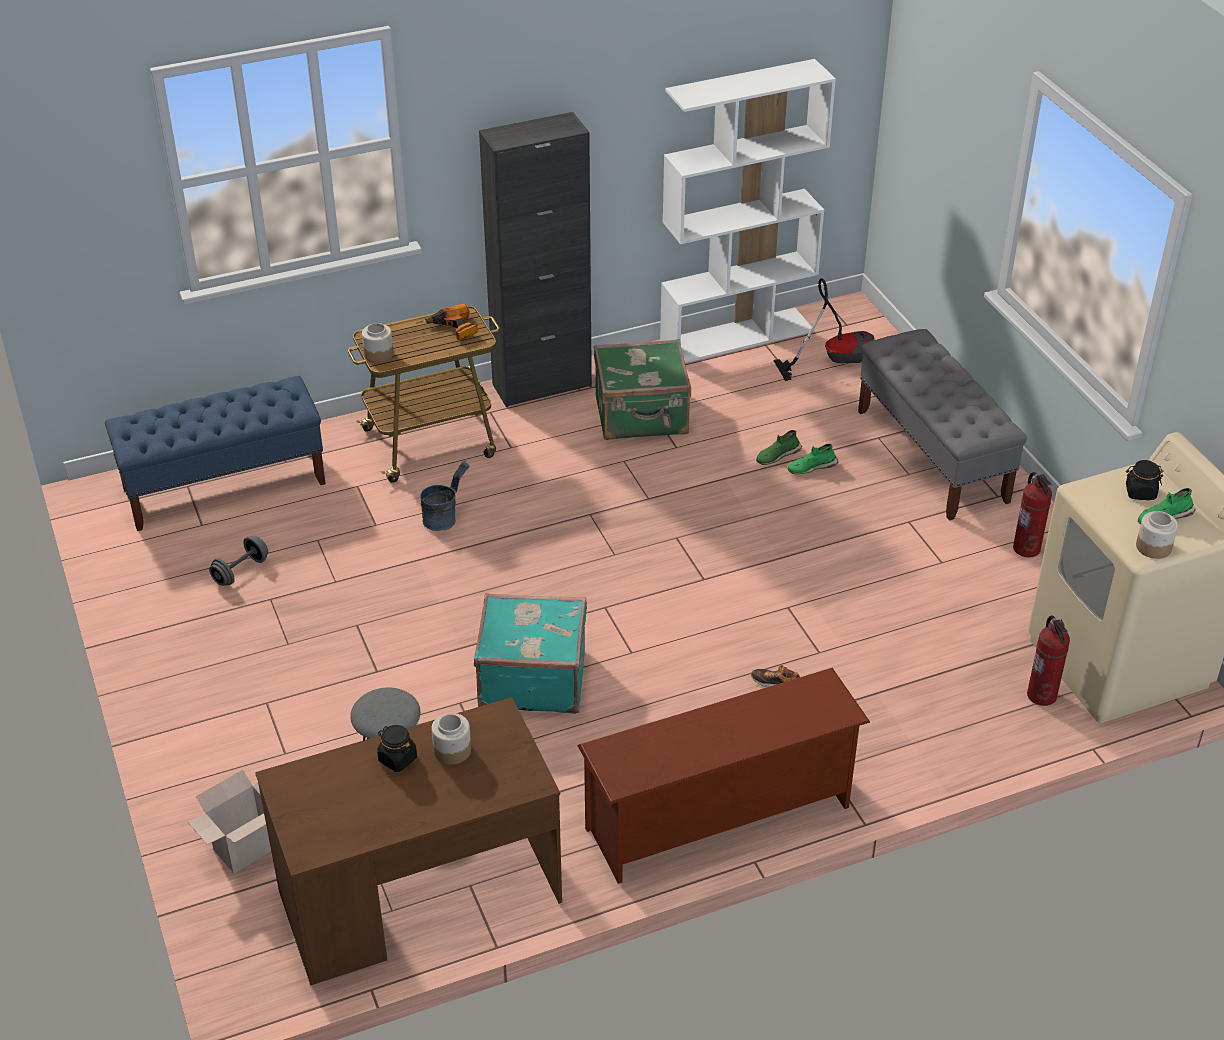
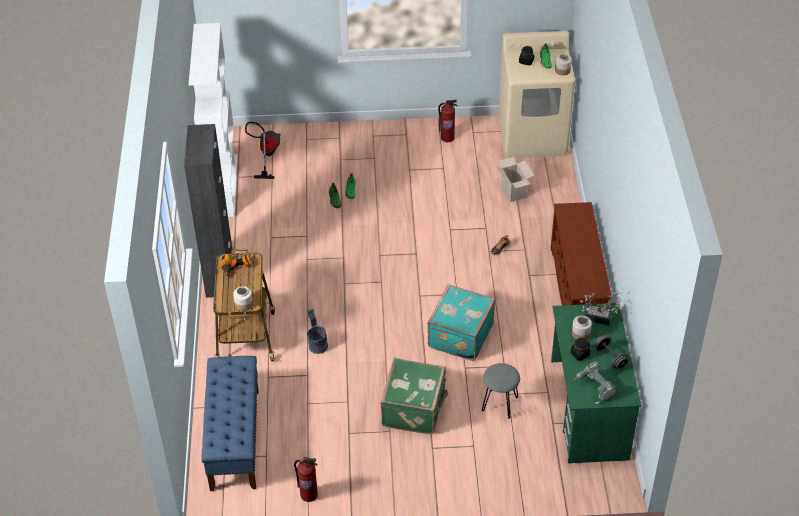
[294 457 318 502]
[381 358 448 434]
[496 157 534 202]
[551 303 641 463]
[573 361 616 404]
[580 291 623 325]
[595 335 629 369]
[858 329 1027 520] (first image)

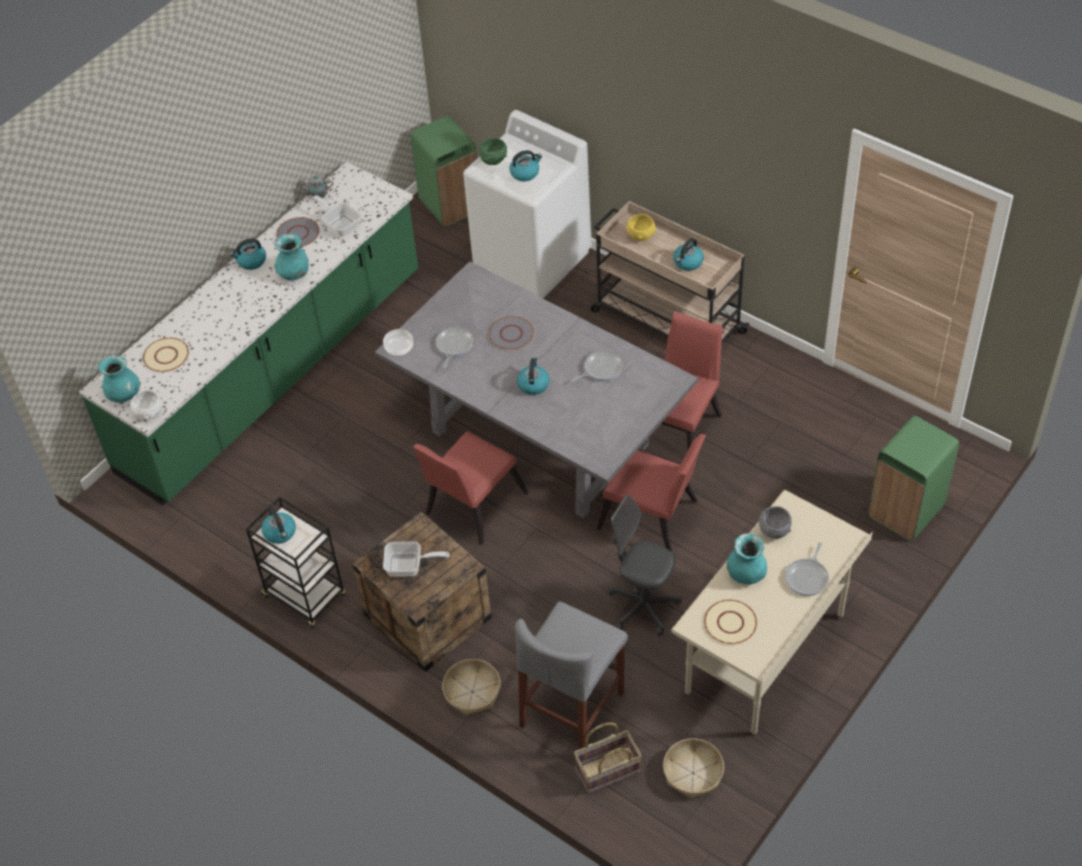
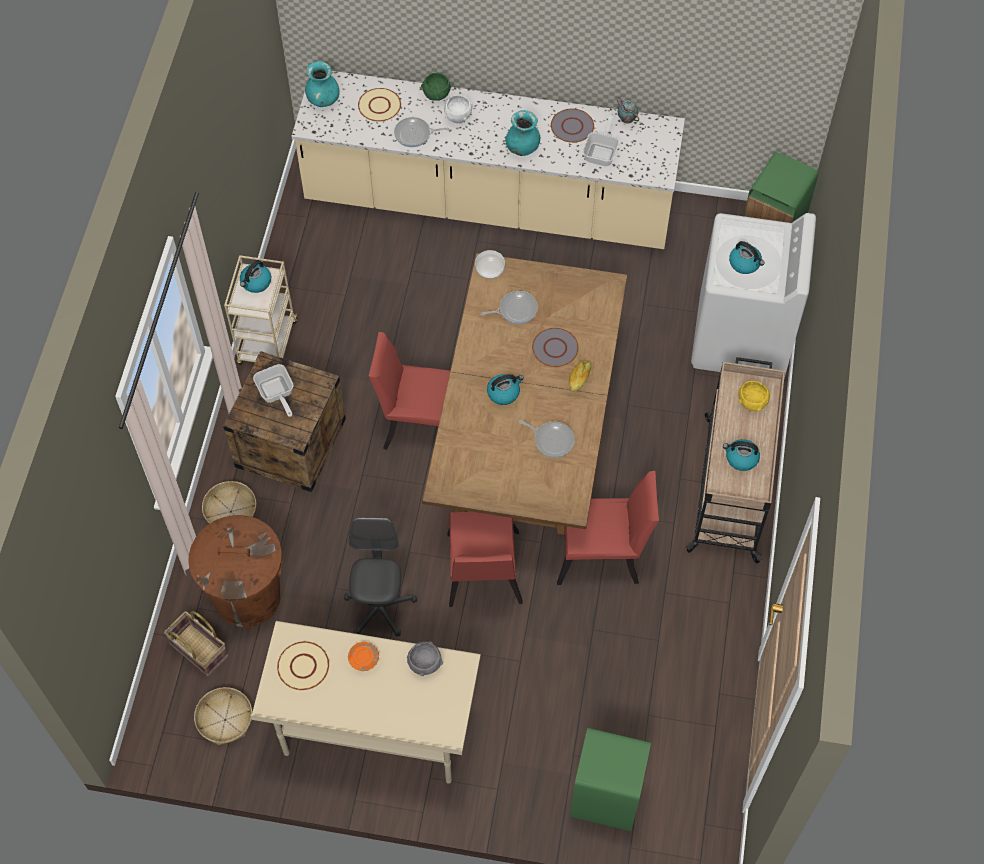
[188 515 283 627]
[224 255 298 365]
[292 71 685 249]
[348 642 379 671]
[394 117 449 147]
[421 73 451 101]
[422 253 627 535]
[444 95 473 123]
[569 360 592 392]
[230 238 266 270] (first image)

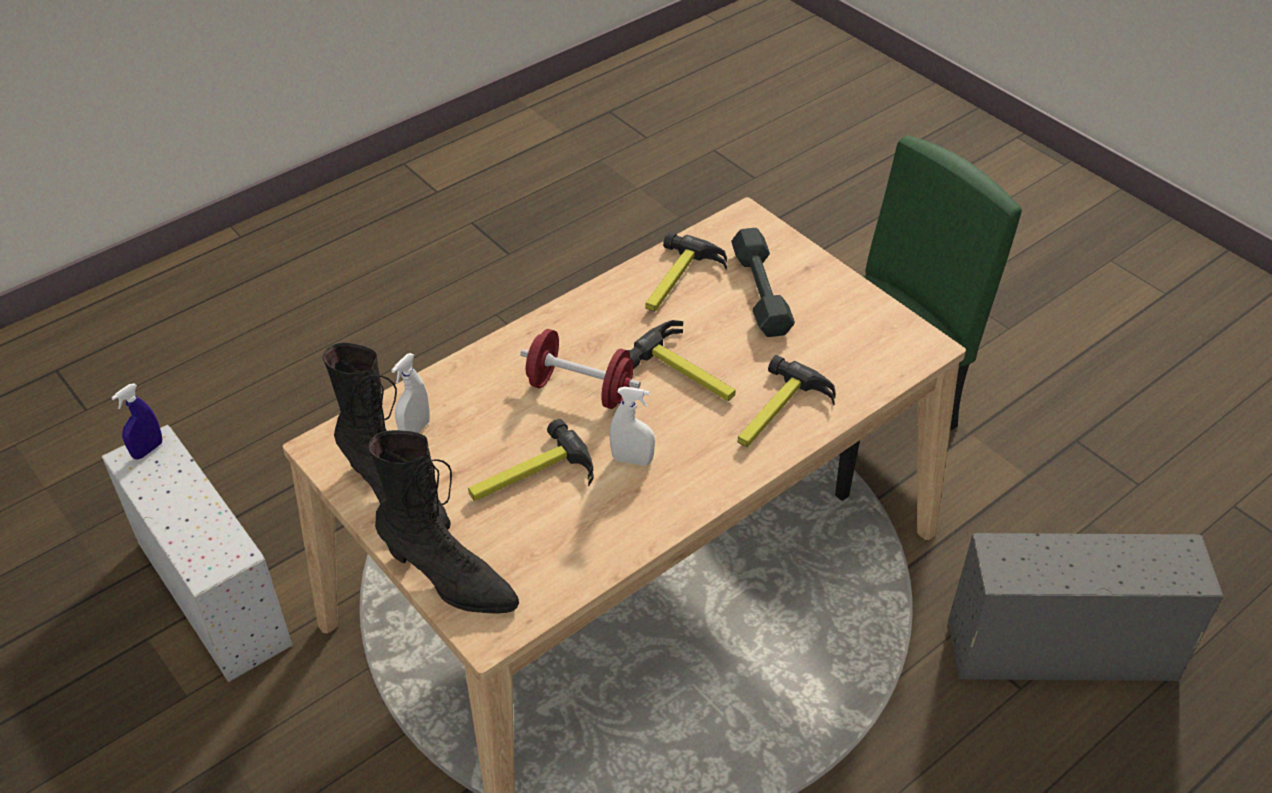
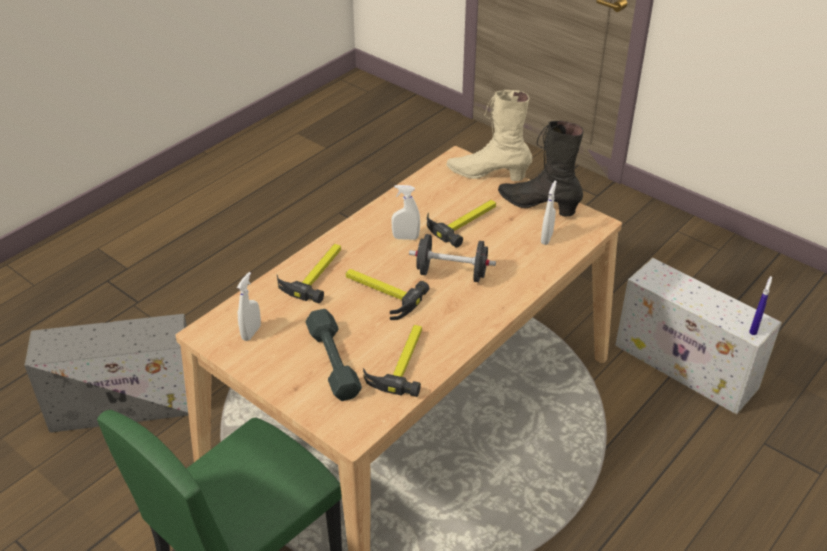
[237 272 261 341]
[409 234 496 282]
[446 90 532 181]

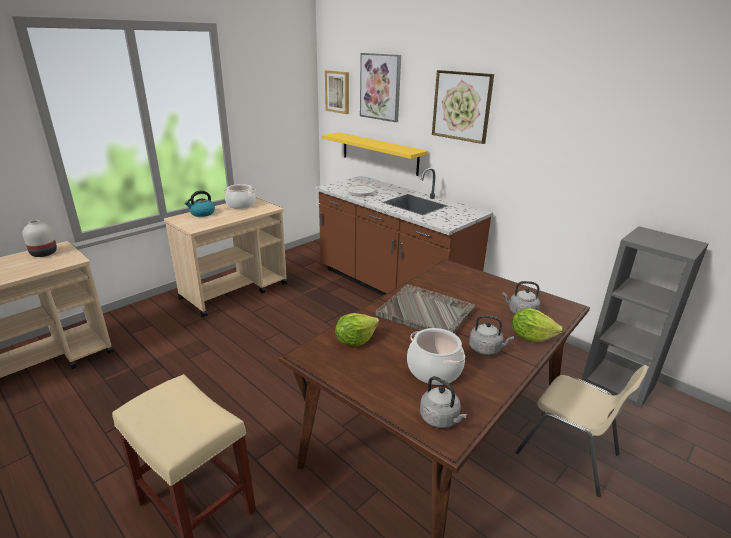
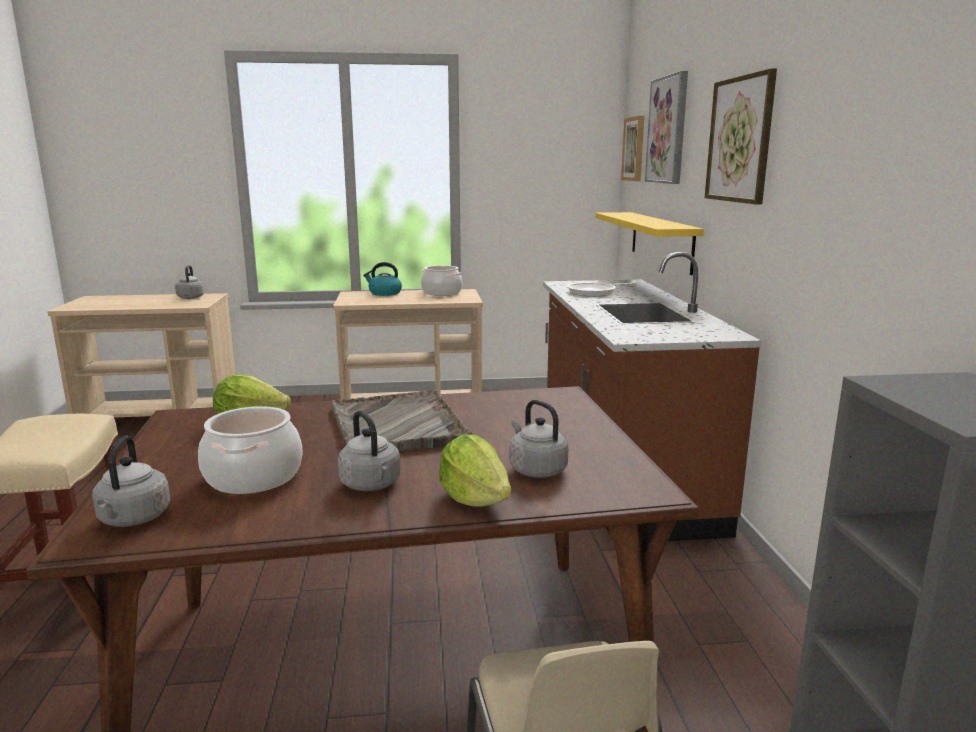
[175 265 204 299]

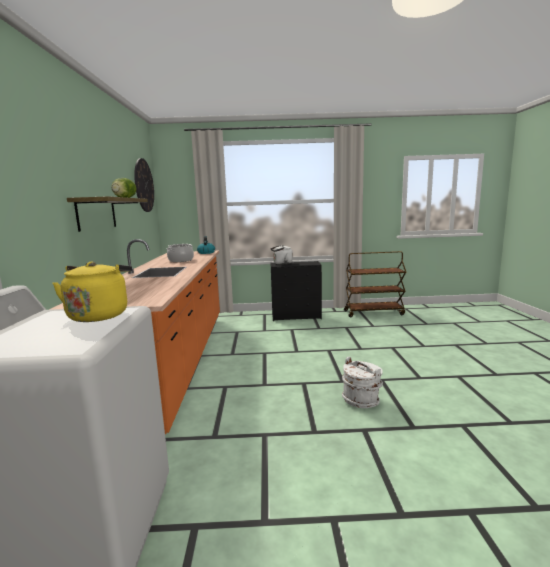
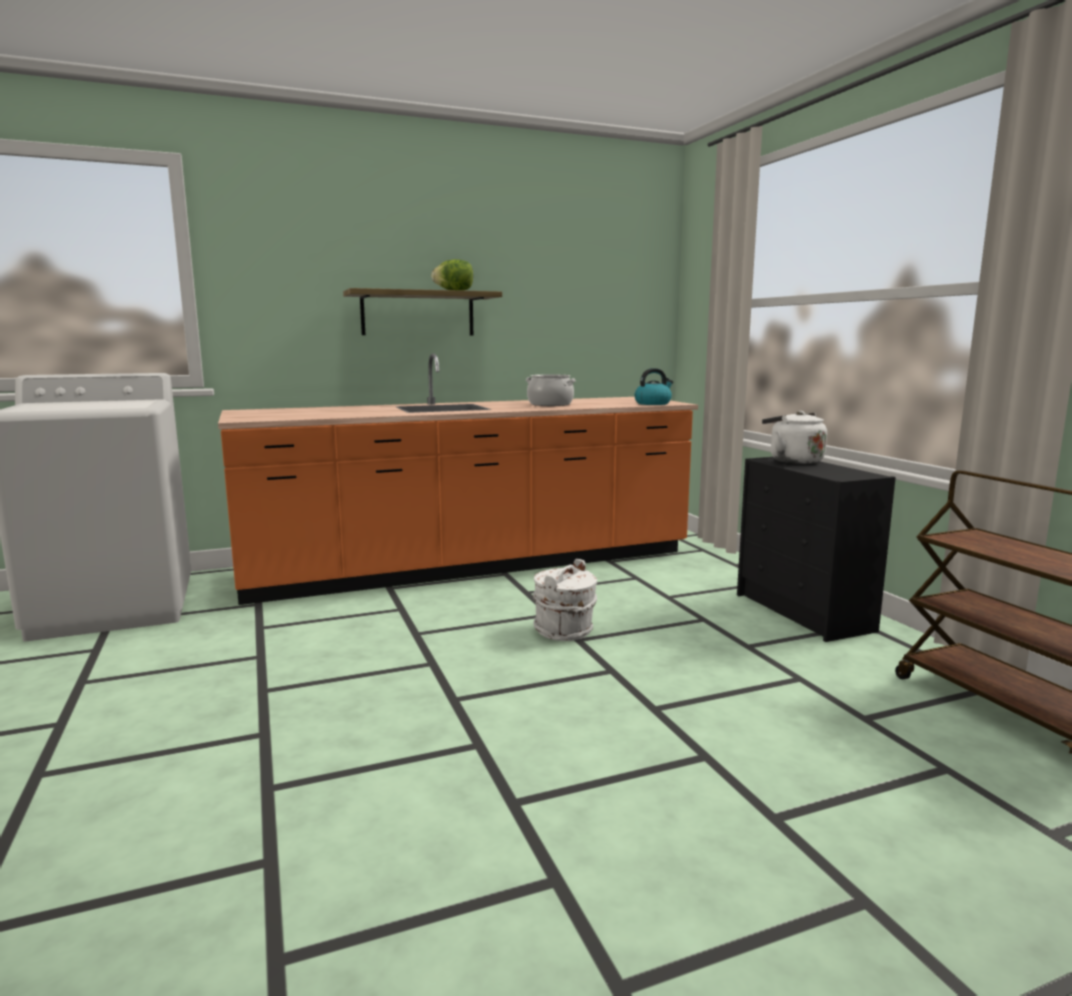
[533 559 597 641]
[52 262 132 322] (first image)
[134 158 154 212] (first image)

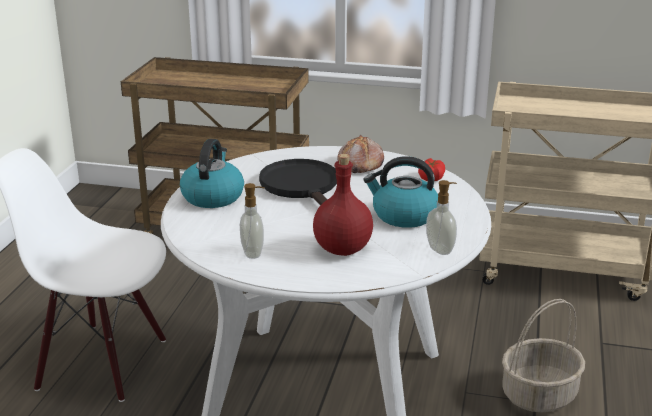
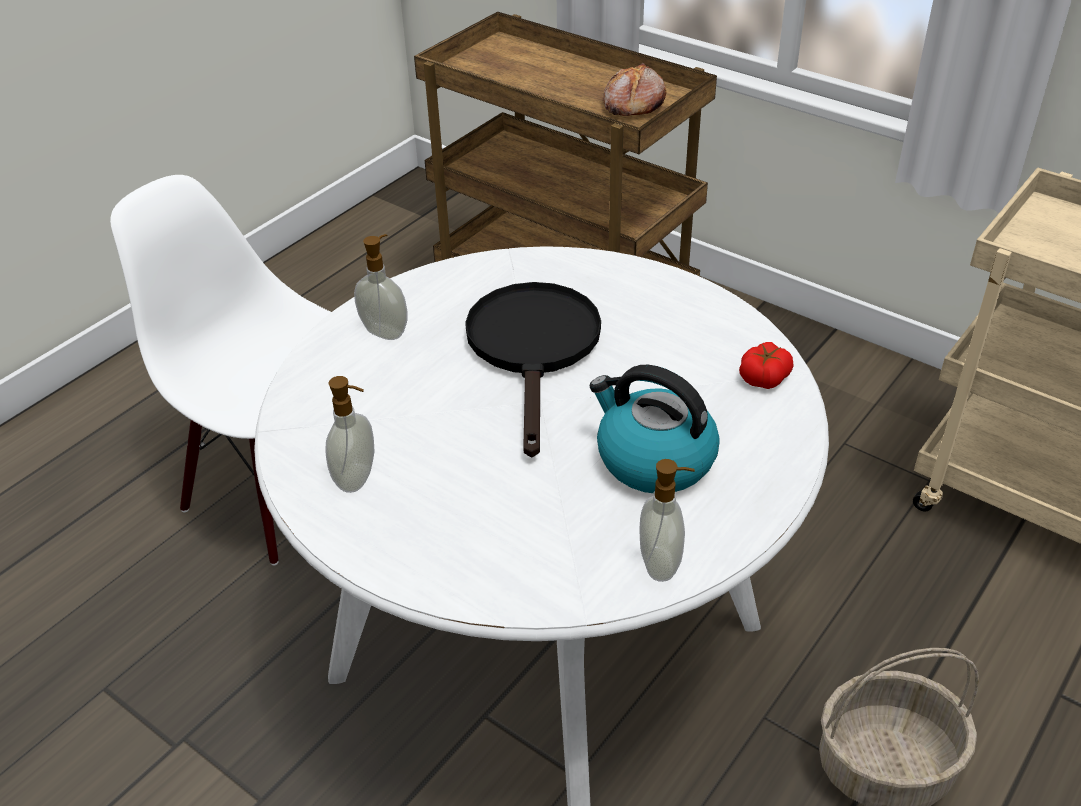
[354 234 408 340]
[604 63 666 116]
[313 154 373 256] (first image)

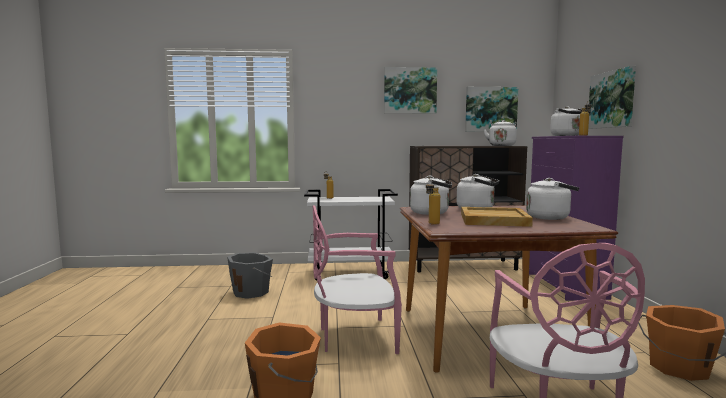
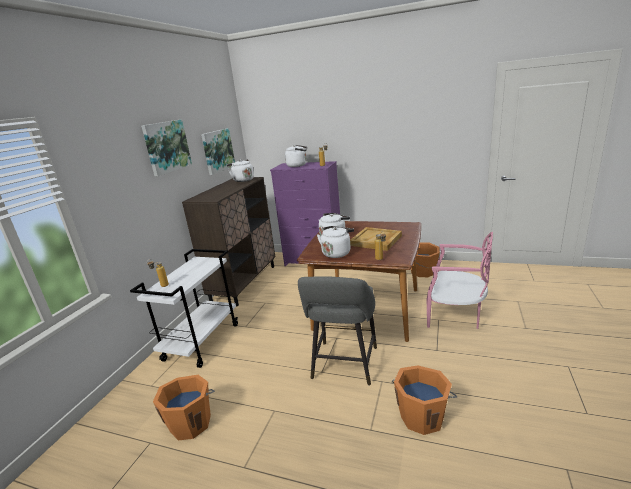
[153 375 215 440]
[298 276 377 385]
[526 178 579 220] (first image)
[588 66 636 129] (first image)

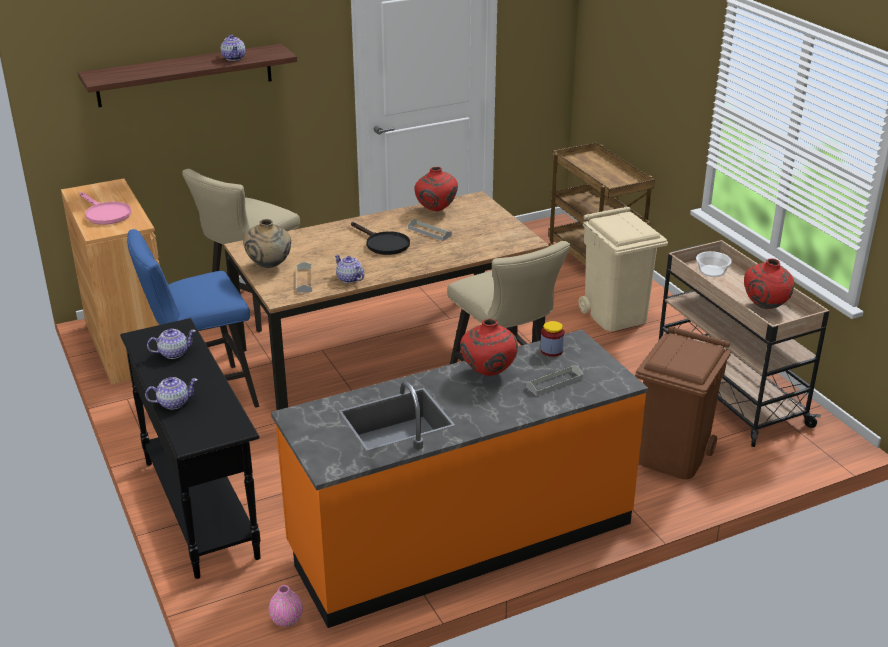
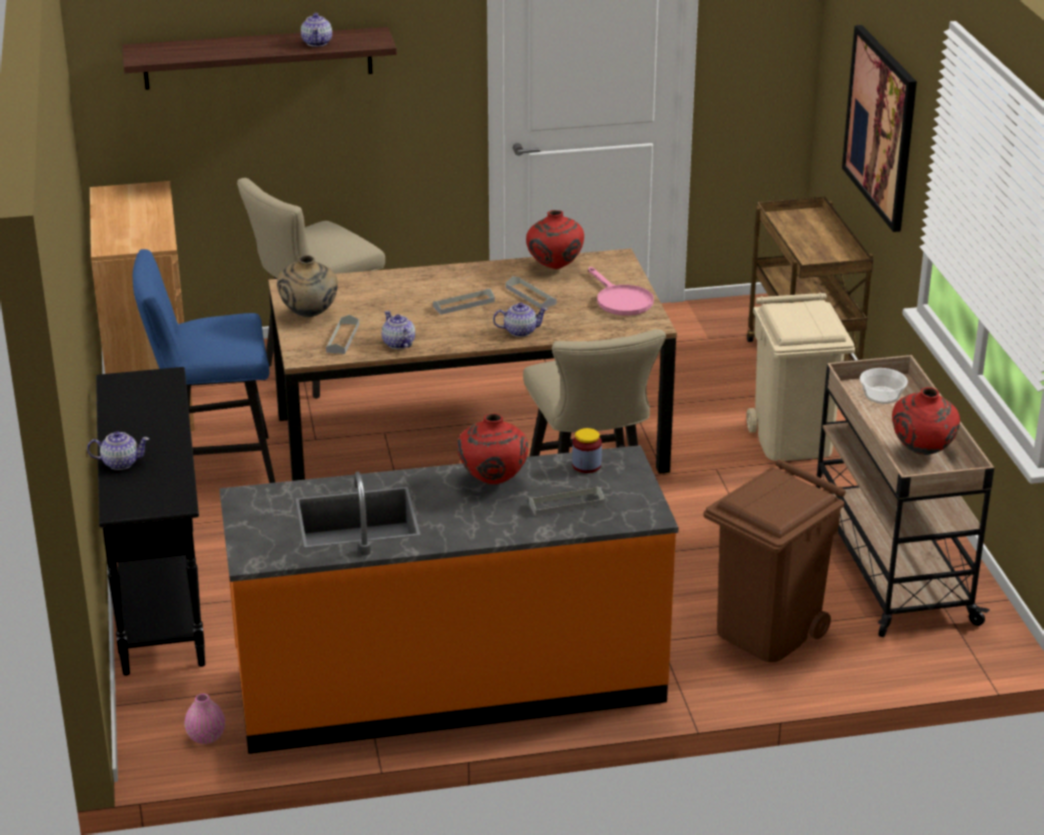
[433 289 495 315]
[493 302 548 337]
[588 267 654 316]
[842 25 917 232]

